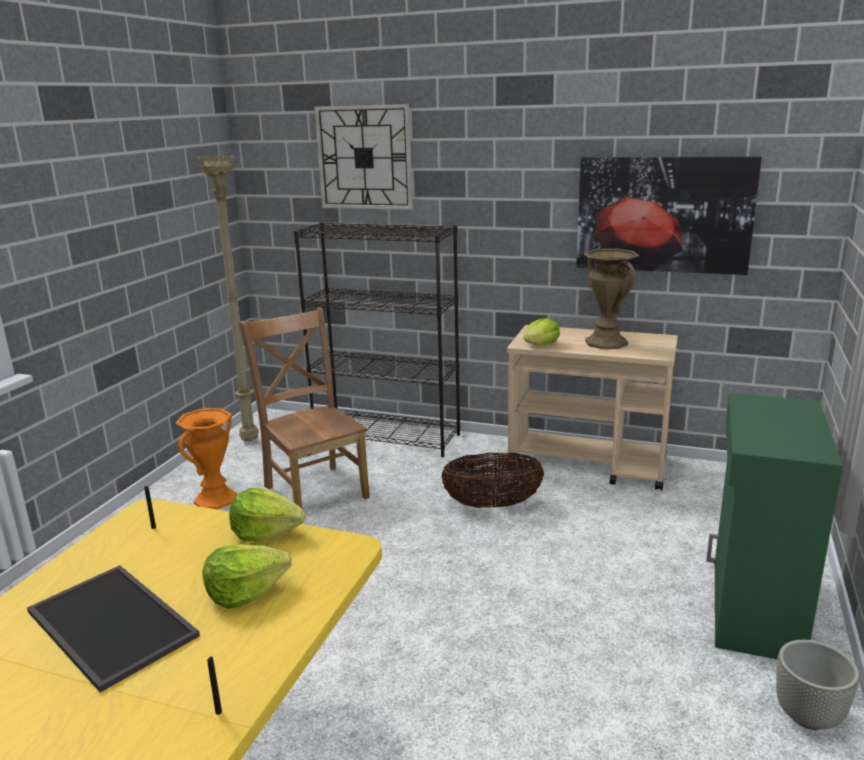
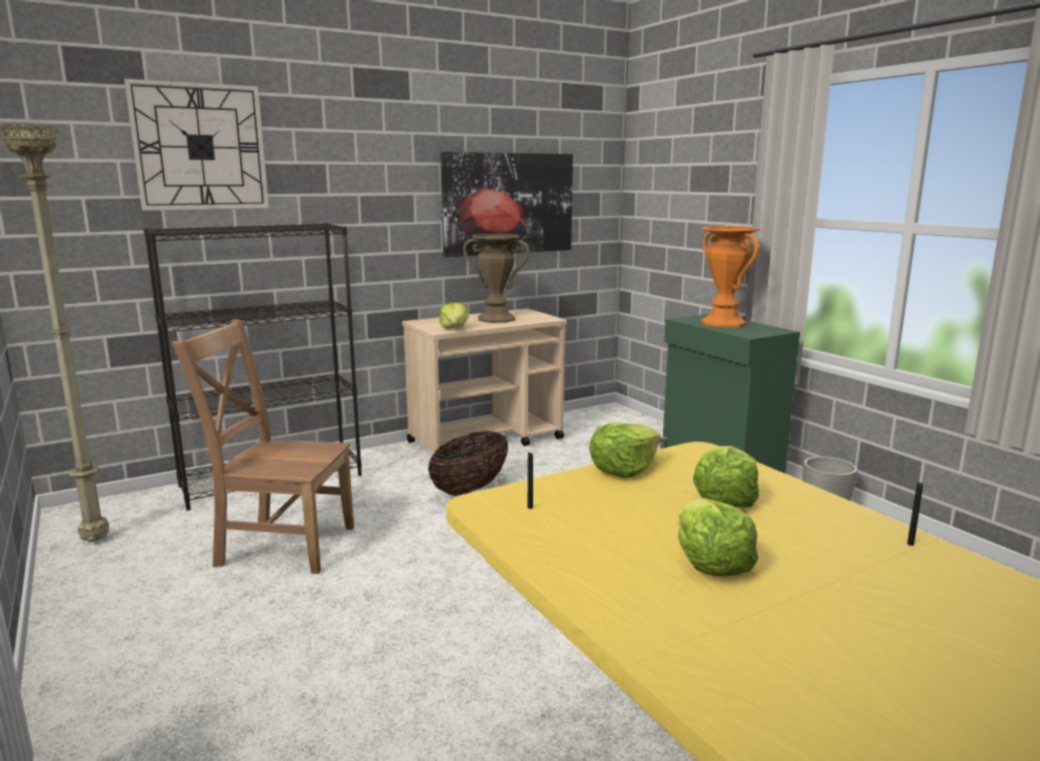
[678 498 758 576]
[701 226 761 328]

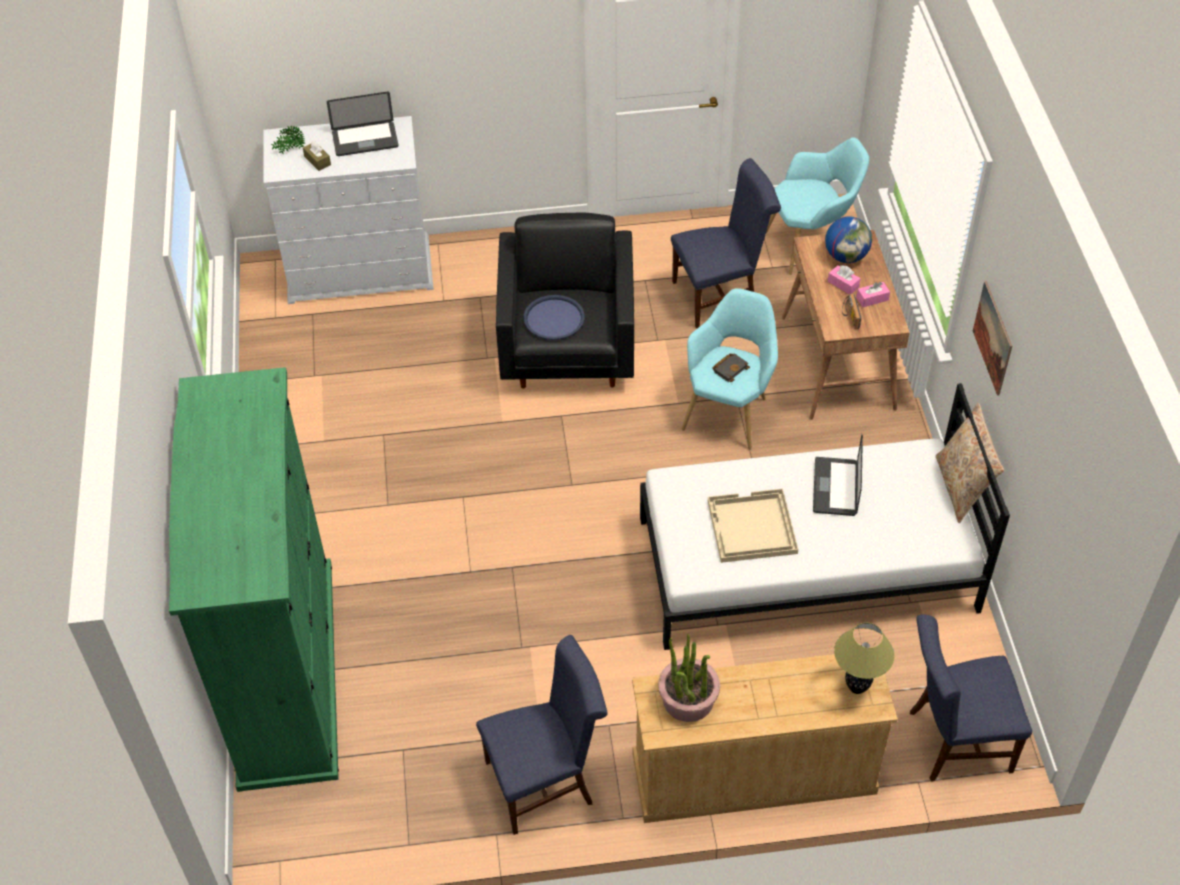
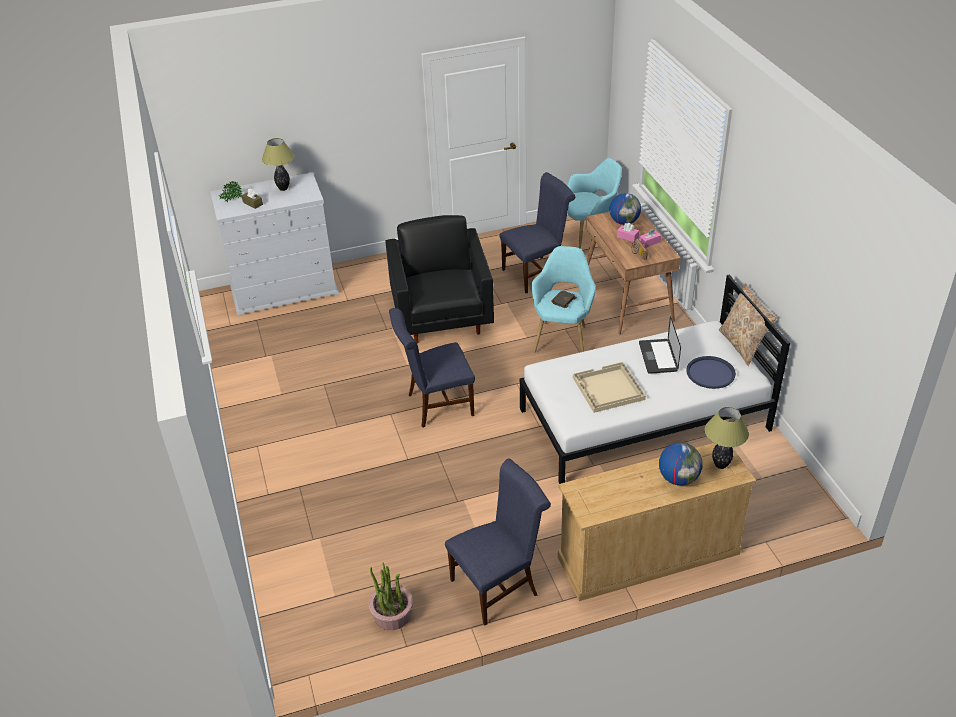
[262 138 294 191]
[368 562 413 630]
[389 308 475 427]
[659 442 702 486]
[686 356 736 389]
[169 367 339 792] (first image)
[973 281 1012 396] (first image)

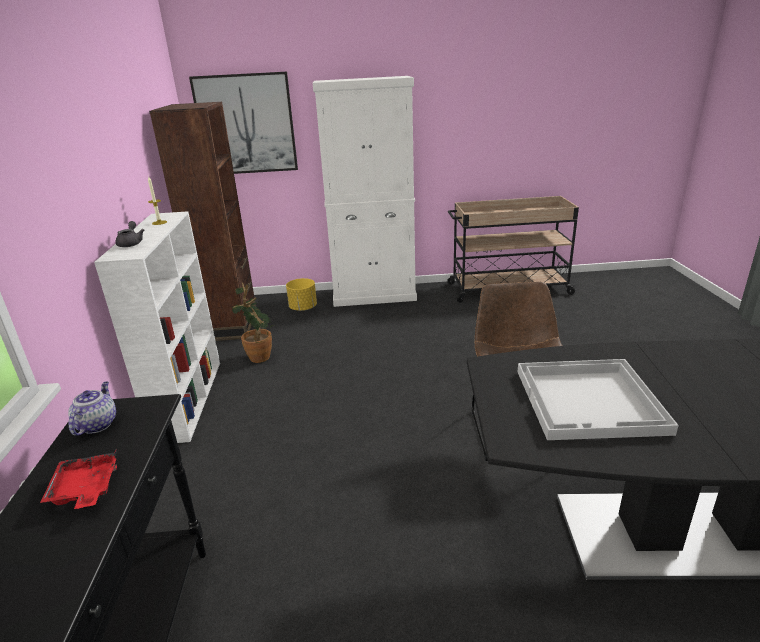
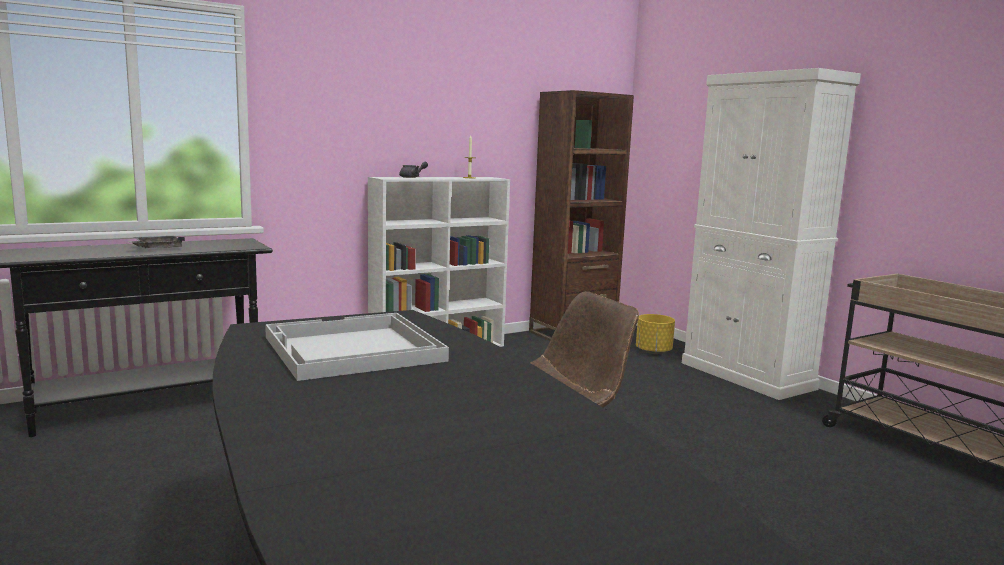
[128 236 185 248]
[68 382 116 436] (first image)
[189 72 298 174] (first image)
[231 283 274 363] (first image)

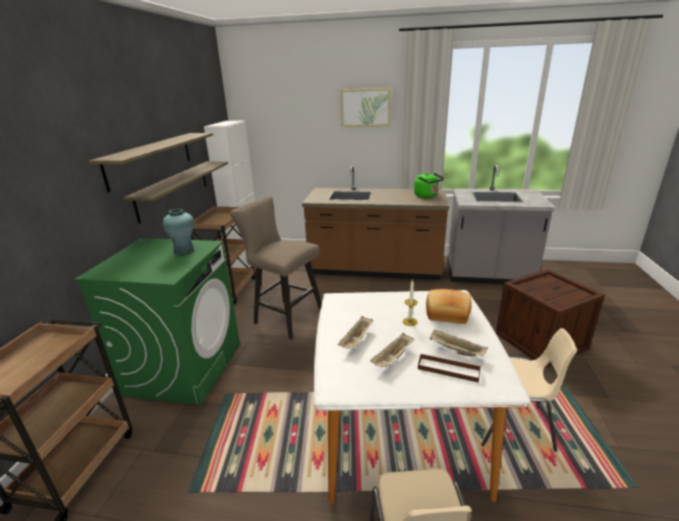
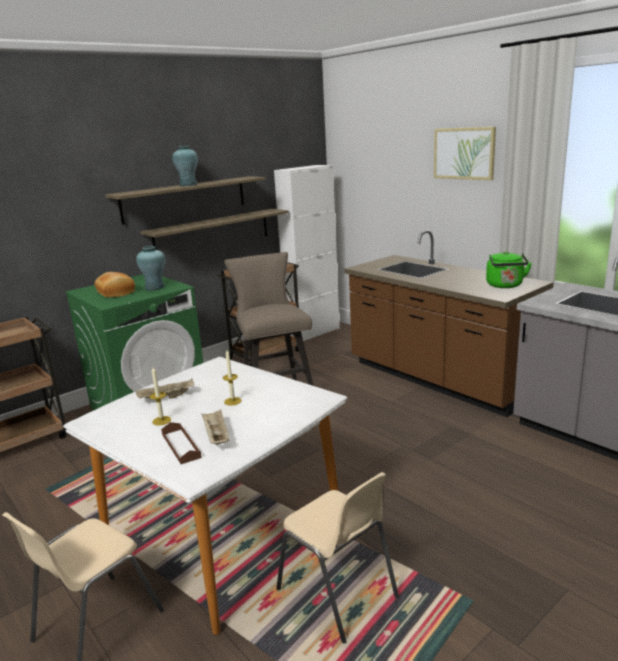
[95 272 135 298]
[150 367 171 425]
[172 146 198 186]
[496 269 605 368] (first image)

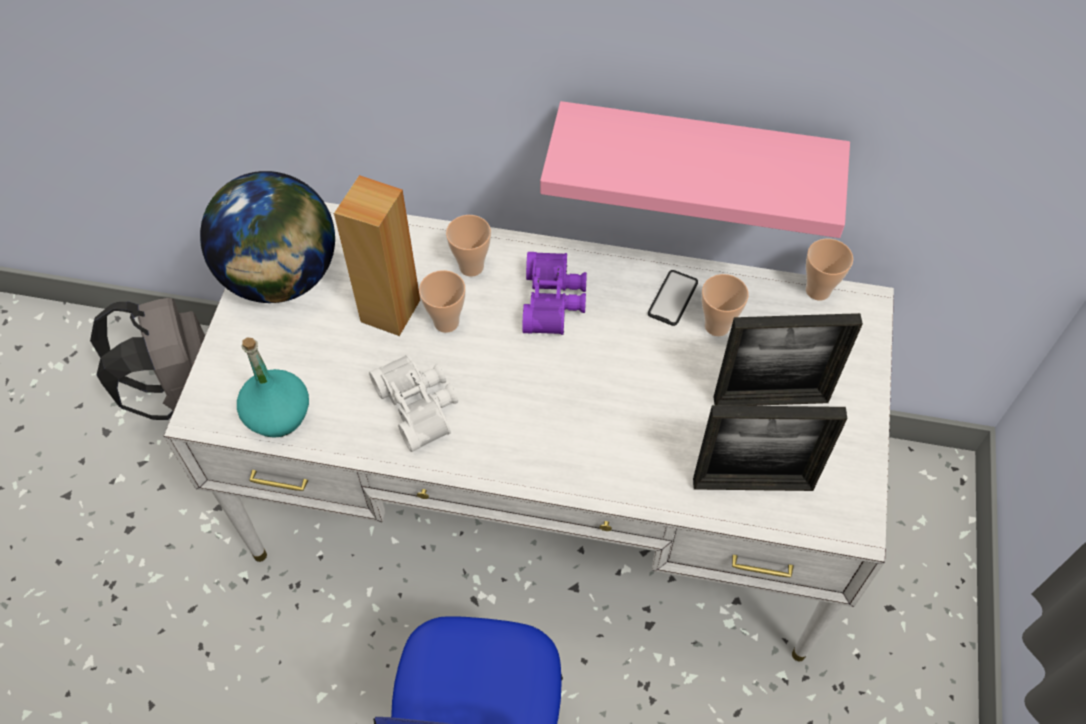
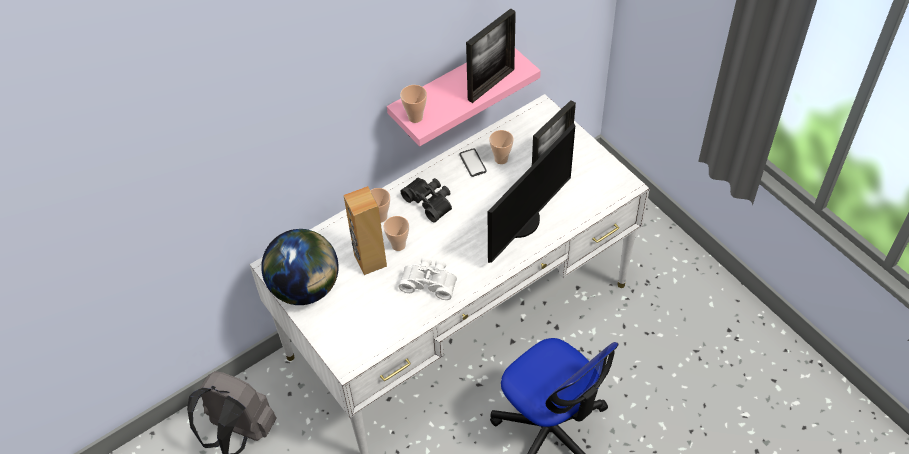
[400 85 427 123]
[401 178 452 223]
[466 8 516 103]
[488 123 575 263]
[237 337 309 438] (first image)

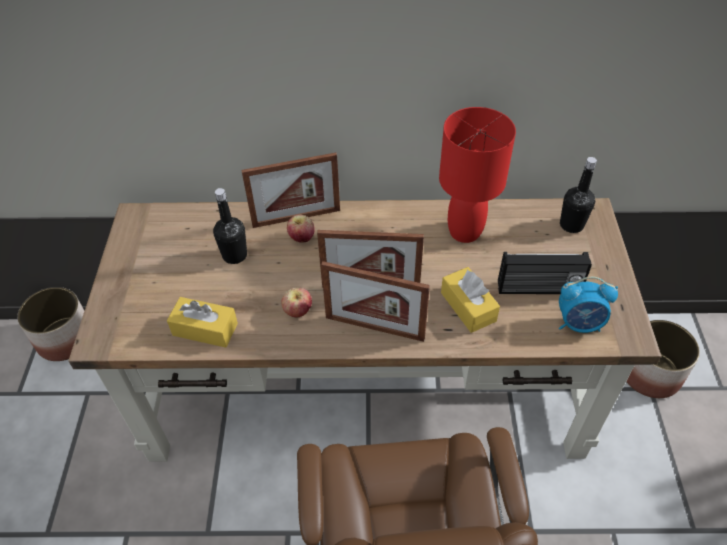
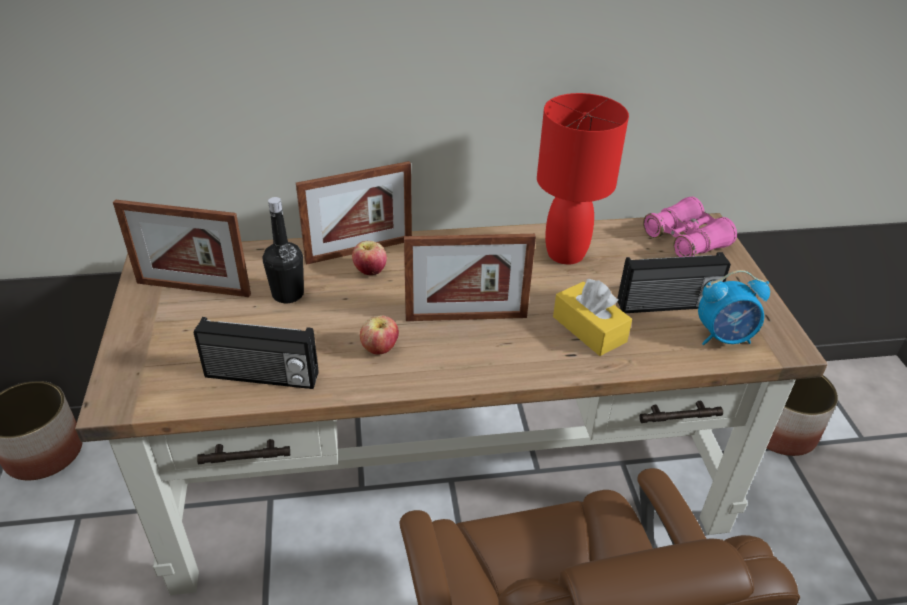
[113 200 251 297]
[194 317 319 389]
[643 196 737 257]

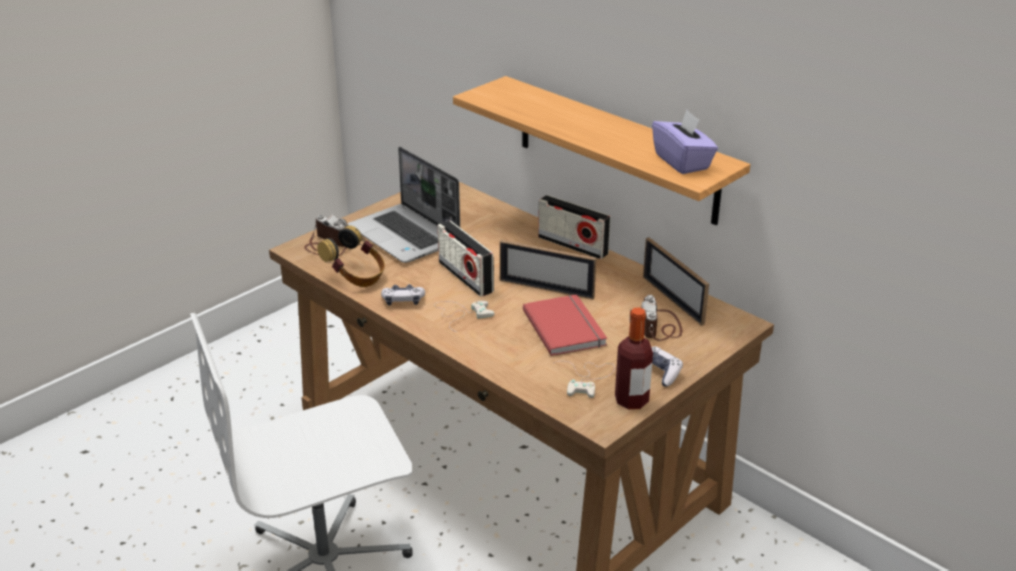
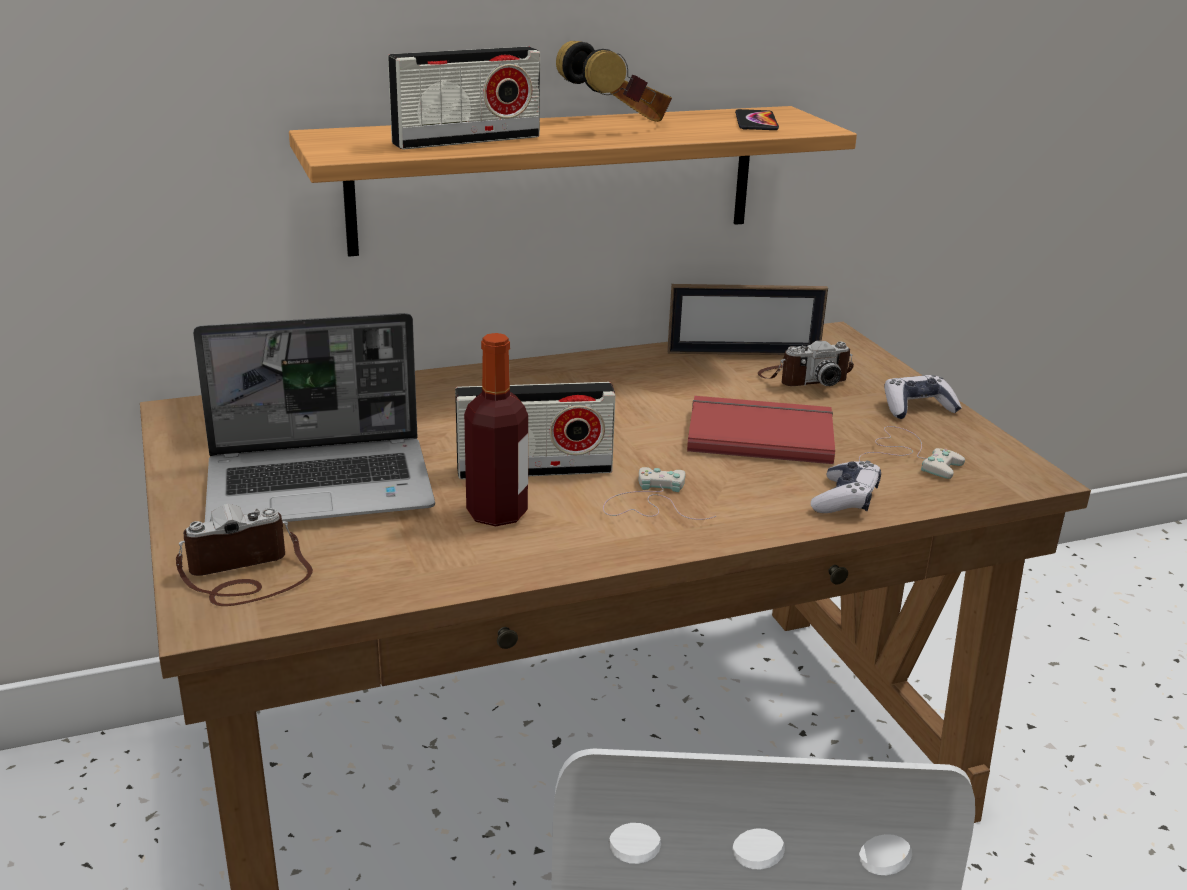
[388 47 540 150]
[464 333 528 526]
[556 41 672 122]
[735 109 779 130]
[758 340 854 386]
[811 460 881 513]
[500 240 596 300] (first image)

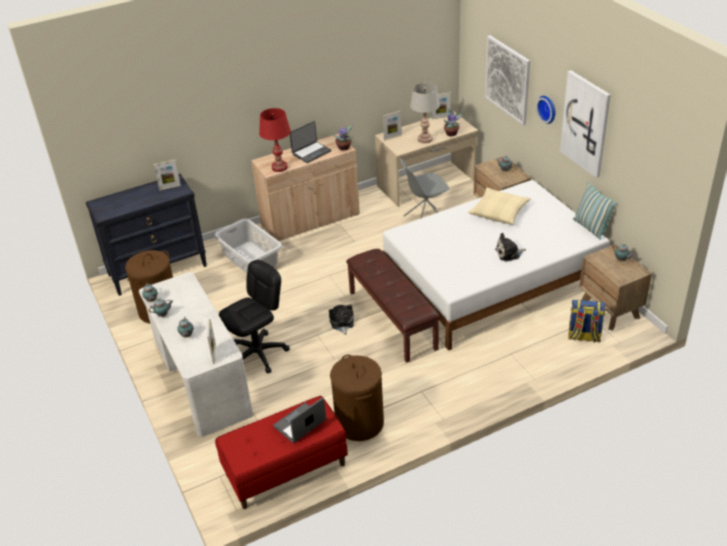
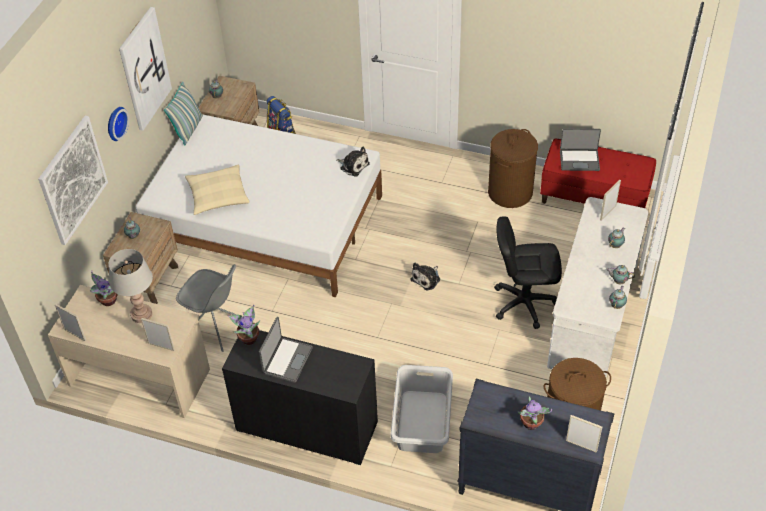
[222 330 378 465]
[259 317 313 383]
[336 147 370 177]
[518 396 552 430]
[566 415 602 453]
[259 108 291 172] (first image)
[346 249 440 363] (first image)

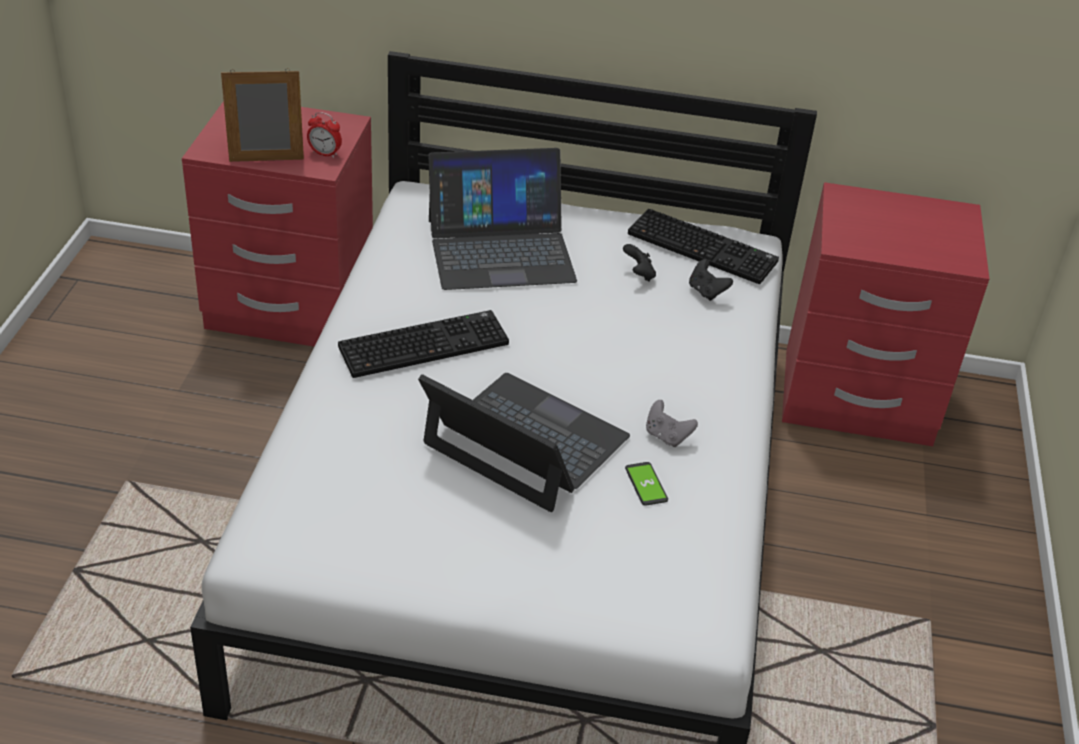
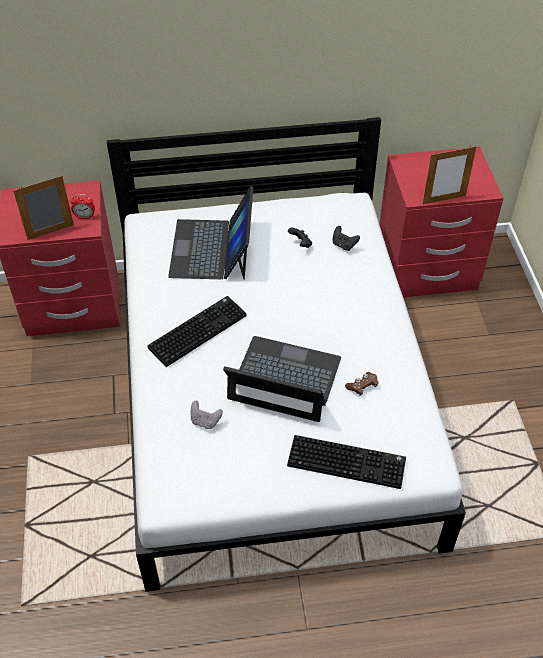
[168 186 253 280]
[191 400 223 429]
[287 435 406 489]
[345 372 378 396]
[423 146 476 204]

